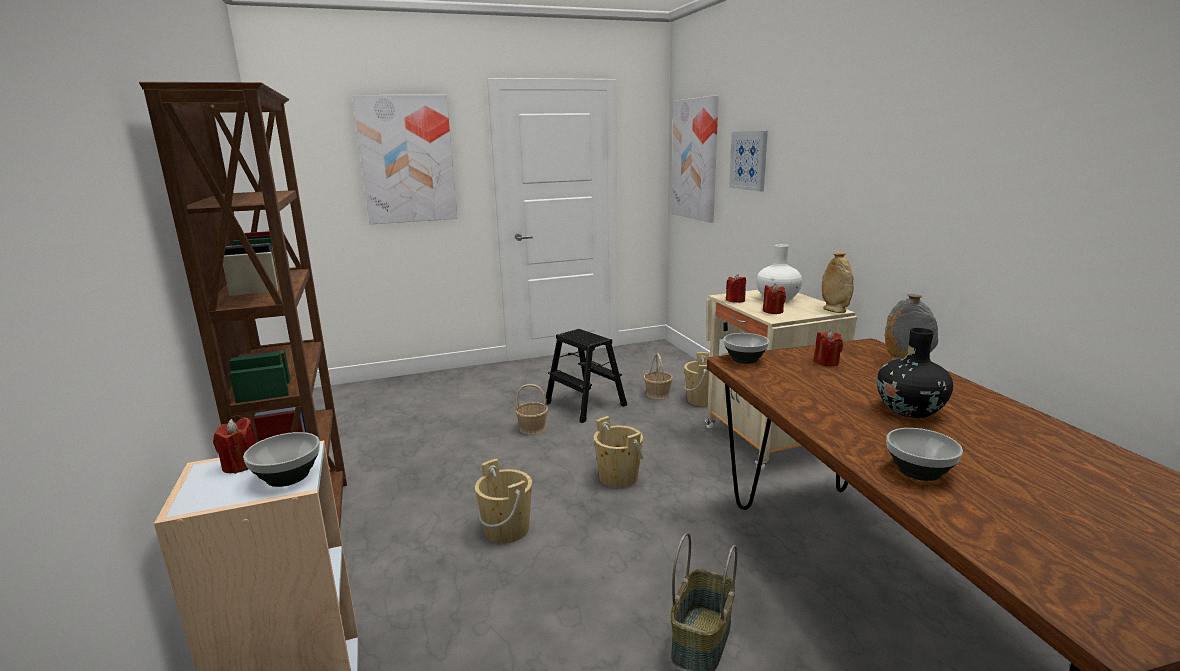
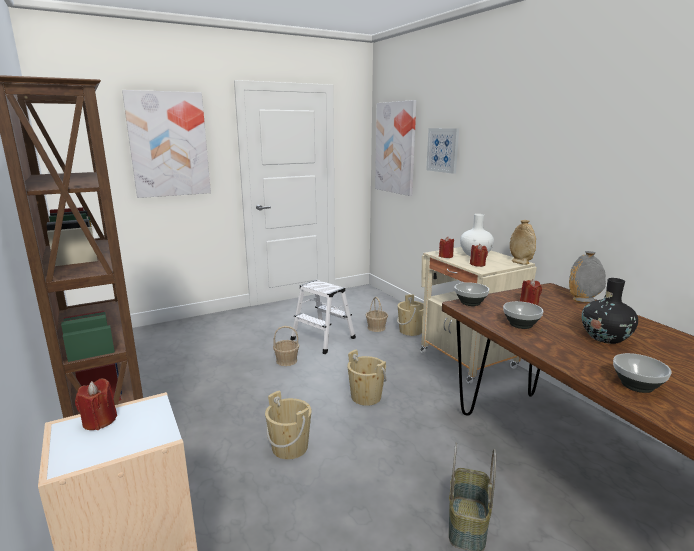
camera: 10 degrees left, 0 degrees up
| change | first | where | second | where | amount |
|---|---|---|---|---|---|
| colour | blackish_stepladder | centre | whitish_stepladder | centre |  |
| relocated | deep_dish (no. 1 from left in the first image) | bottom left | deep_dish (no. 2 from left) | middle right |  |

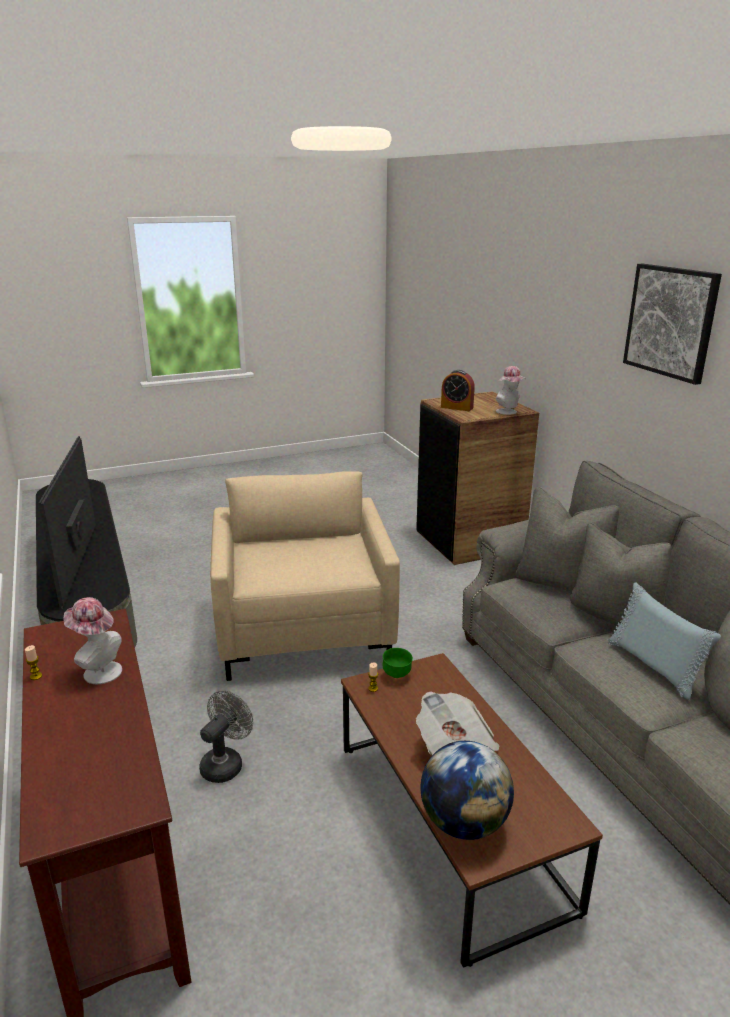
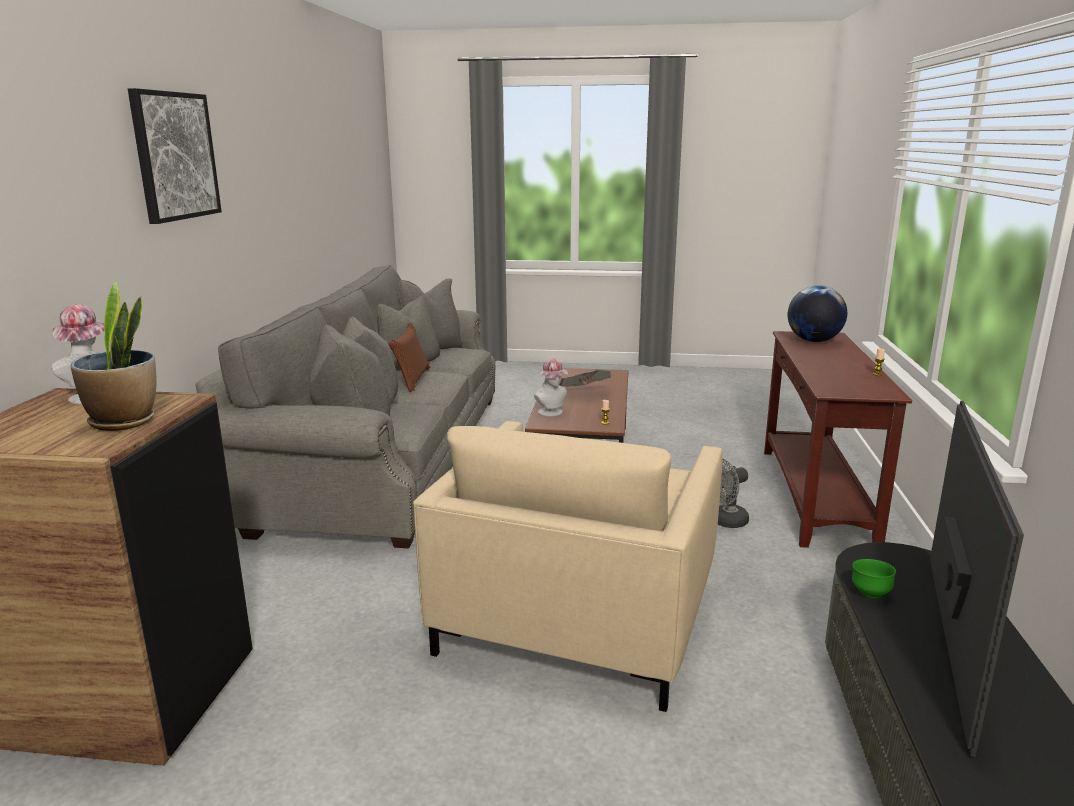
camera: 150 degrees left, 5 degrees down
| change | first | where | second | where | amount |
|---|---|---|---|---|---|
| exchanged | table_clock | centre | potted_plant | middle left |  |
| colour | blue_throw_pillow | middle right | brownish_throw_pillow | centre |  |
| relocated | clothing_hat (no. 1 from left in the first image) | middle left | clothing_hat (no. 2 from left) | centre |  |
| relocated | green-coloured_deep_dish | centre |  | bottom right |  |
| relocated | globe | bottom centre |  | middle right |  |

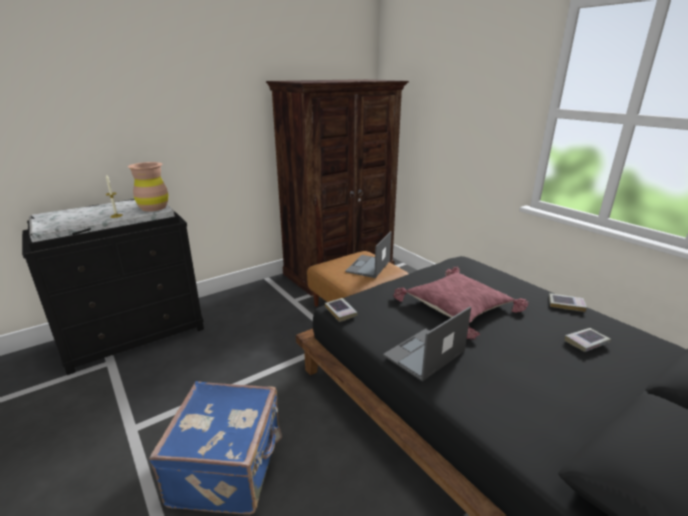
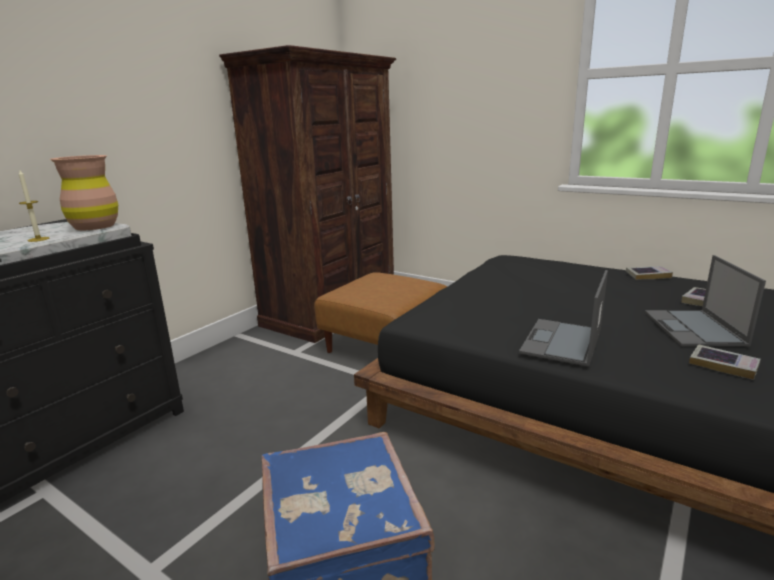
camera: 20 degrees left, 5 degrees down
| change | first | where | second | where | amount |
|---|---|---|---|---|---|
| relocated | laptop (no. 1 from left in the first image) | centre | laptop (no. 2 from left) | middle right |  |
| missing | red-coloured_throw_pillow | middle right |  |  |  |
| relocated | volume (no. 1 from left in the first image) | centre | volume (no. 3 from left) | middle right |  |

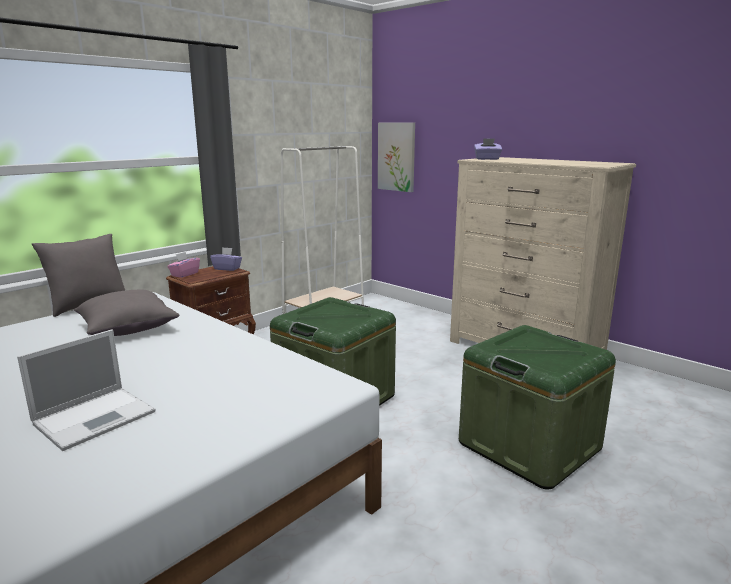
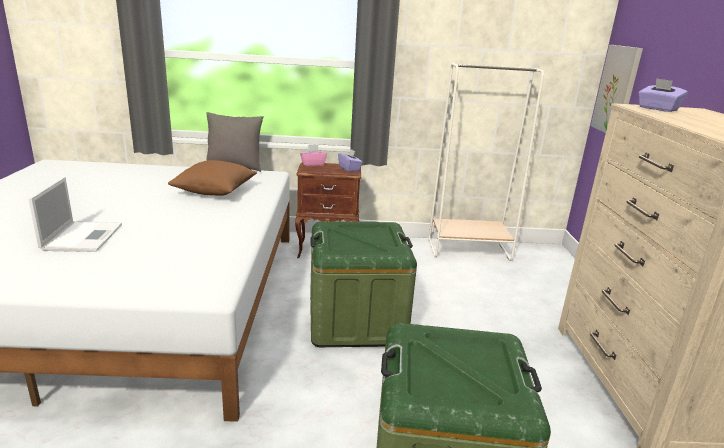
camera: 45 degrees right, 5 degrees up
| change | first | where | second | where | amount |
|---|---|---|---|---|---|
| colour | grey_throw_pillow (no. 2 from left) | middle left | brownish_throw_pillow | middle left |  |
| spun | laptop | bottom left |  | middle left | 90 degrees counterclockwise |

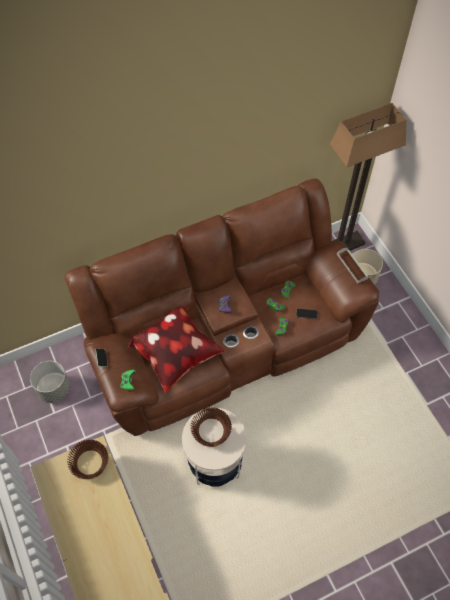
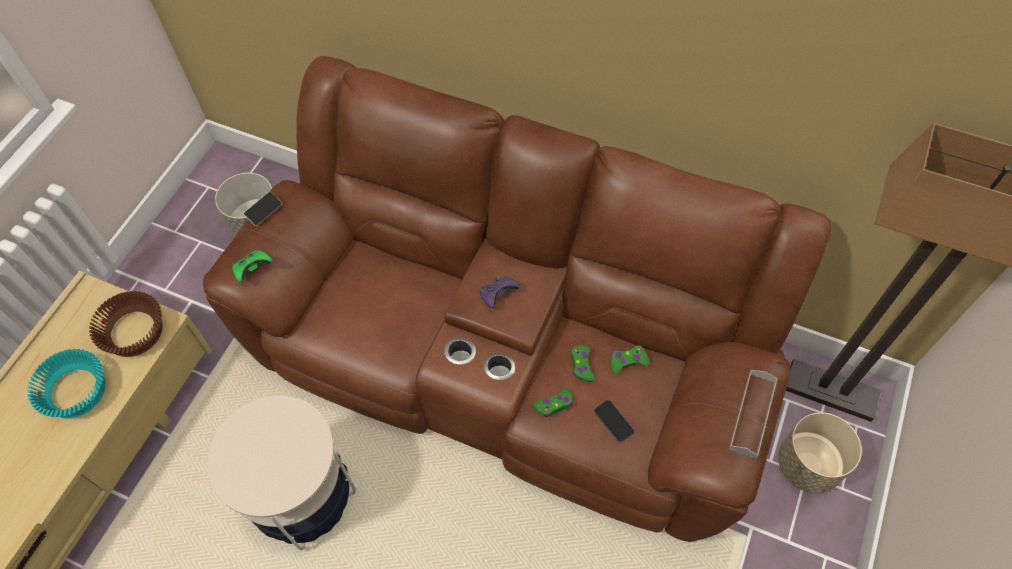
camera: 50 degrees right, 0 degrees up
| change | first | where | second | where | amount |
|---|---|---|---|---|---|
| missing | throw_pillow | centre |  |  |  |
| missing | brownish_deep_dish (no. 2 from left) | bottom centre |  |  |  |
| appeared |  |  | turquoise-coloured_deep_dish | bottom left |  |

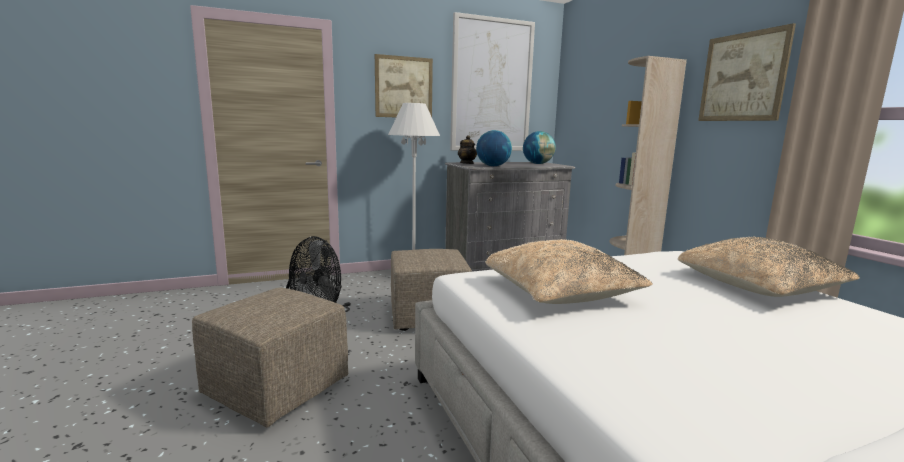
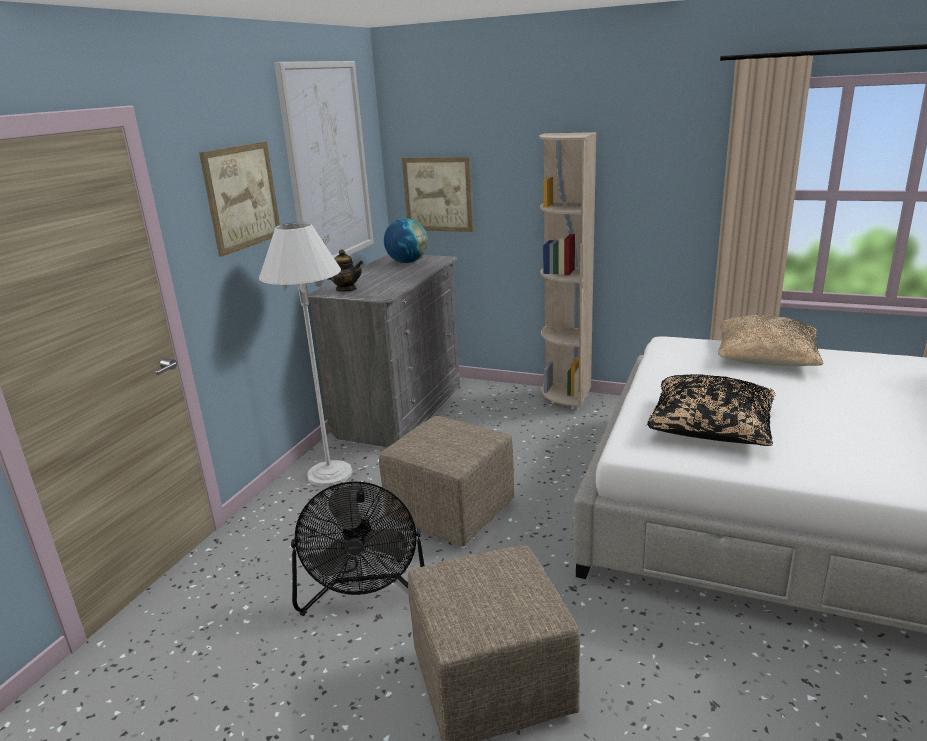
camera: 45 degrees left, 10 degrees up
| change | first | where | second | where | amount |
|---|---|---|---|---|---|
| relocated | wall_picture (no. 3 from left) | top right |  | top centre |  |
| missing | globe (no. 1 from left) | top centre |  |  |  |
| colour | beige_throw_pillow (no. 1 from left) | centre | blackish_throw_pillow | middle right |  |

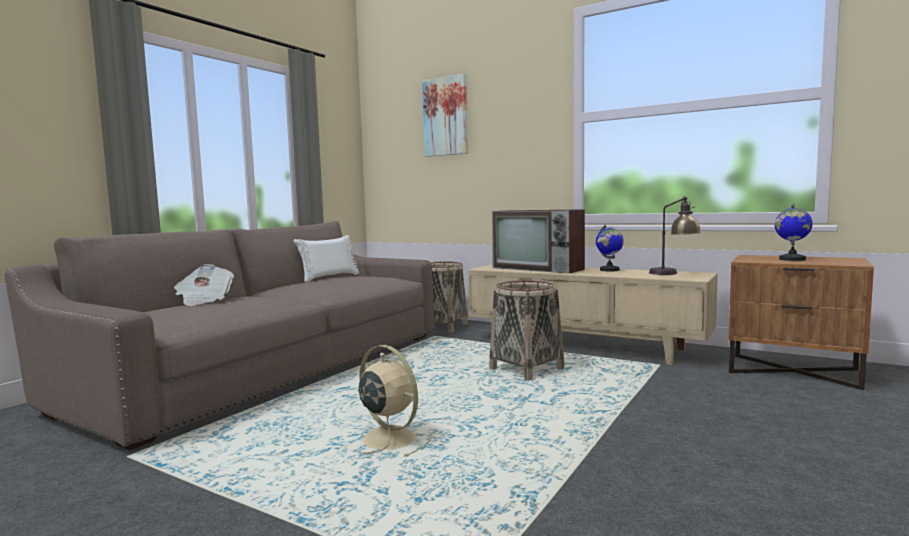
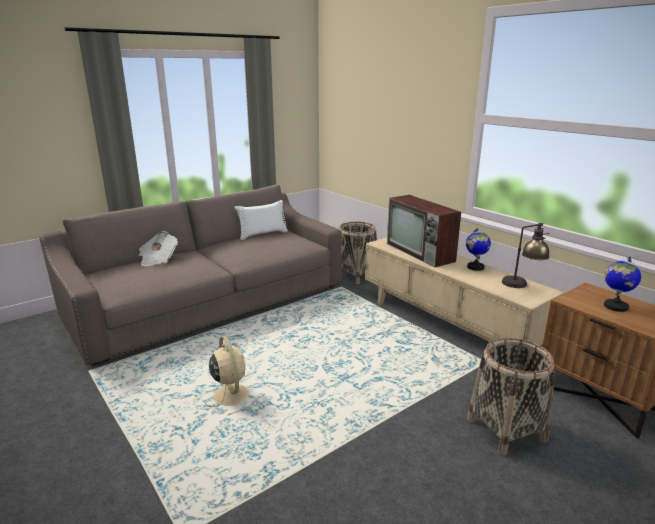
camera: 20 degrees right, 15 degrees up
| change | first | where | second | where | amount |
|---|---|---|---|---|---|
| missing | wall_picture | top centre |  |  |  |
| relocated | household_basket (no. 2 from left) | centre |  | bottom right |  |

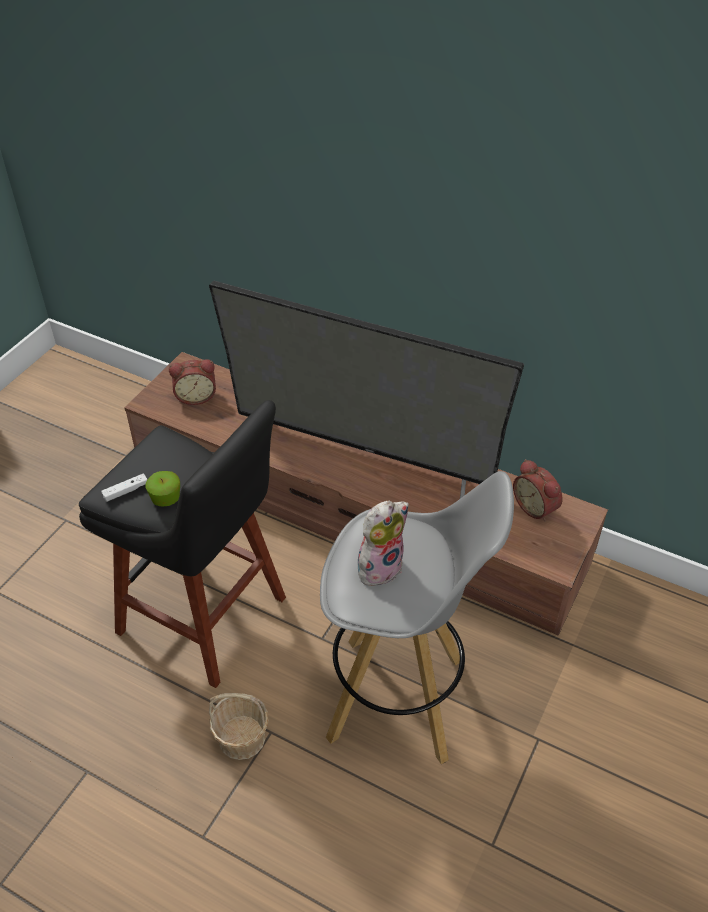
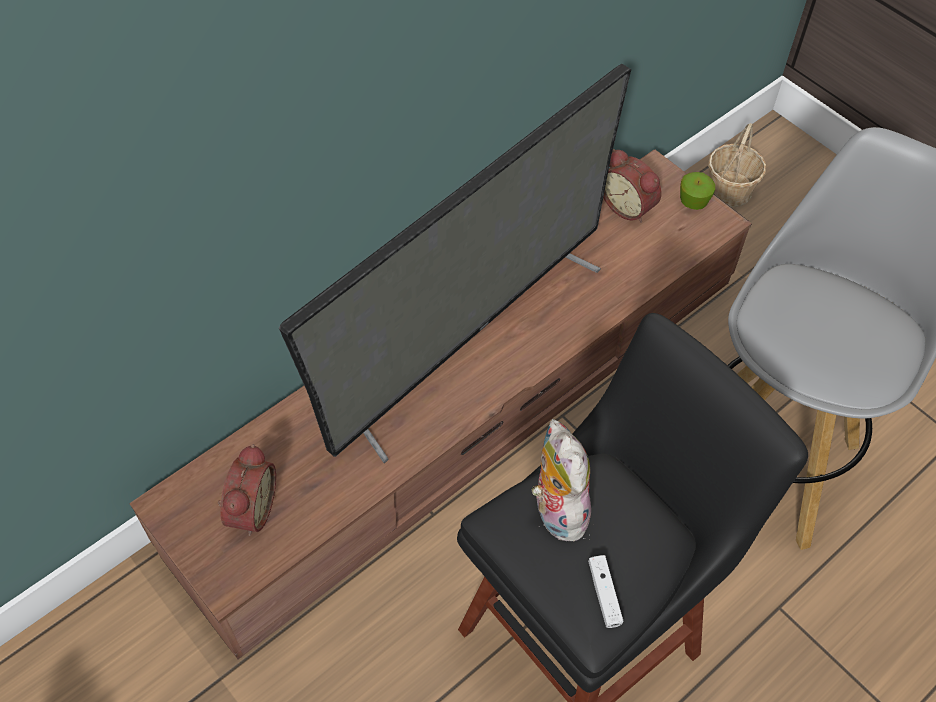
camera: 70 degrees left, 10 degrees up
| change | first | where | second | where | amount |
|---|---|---|---|---|---|
| spun | table_clock (no. 2 from left) | middle right |  | top right | 60 degrees clockwise |
| relocated | apple | middle left |  | top right |  |
| relocated | soft_toy | centre |  | bottom centre |  |
| relocated | household_basket | bottom centre |  | top right |  |

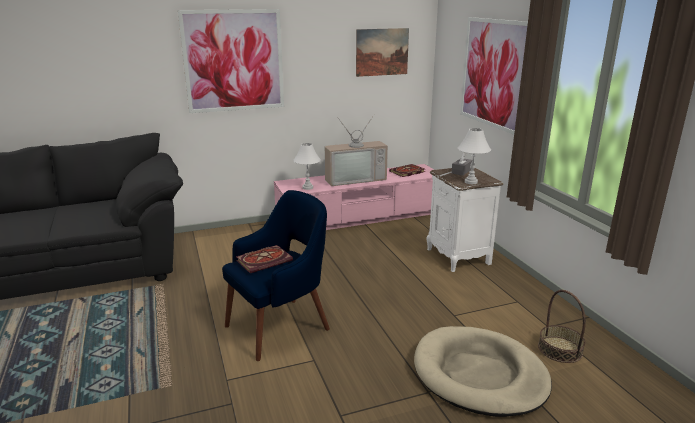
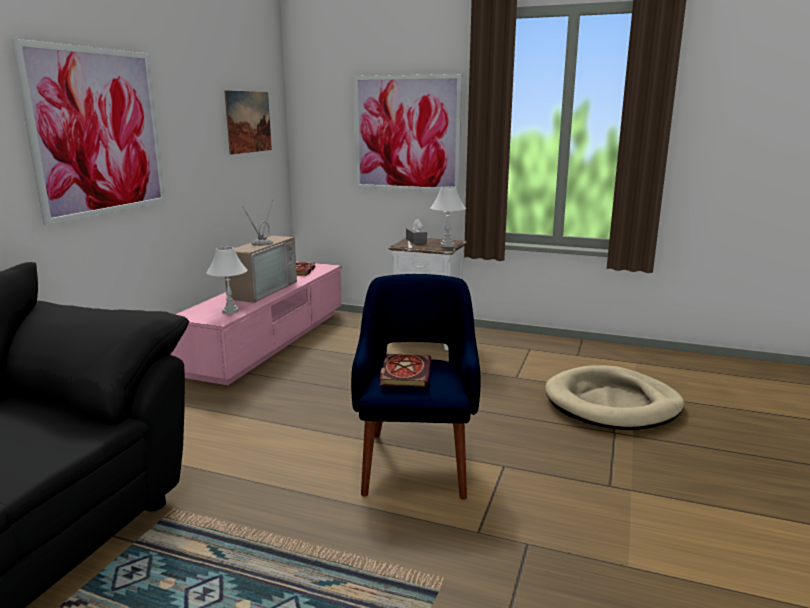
camera: 50 degrees left, 5 degrees down
| change | first | where | second | where | amount |
|---|---|---|---|---|---|
| missing | household_basket | bottom right |  |  |  |

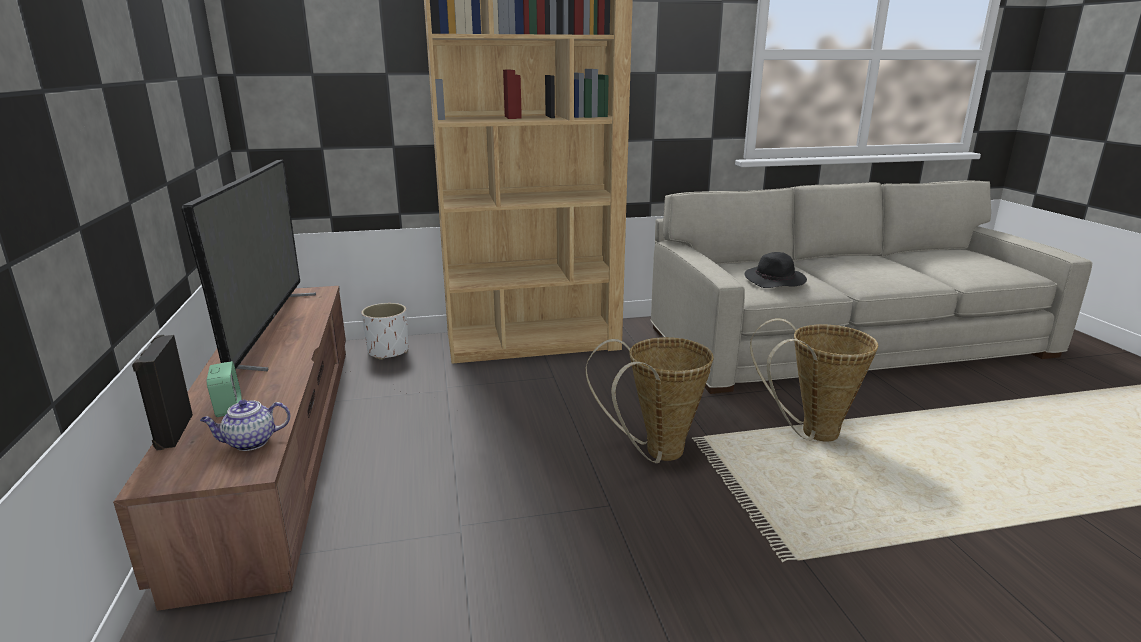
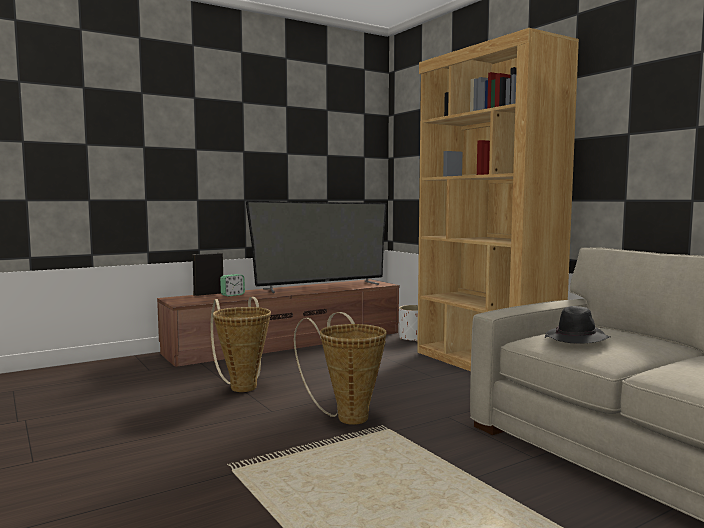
camera: 70 degrees right, 15 degrees down
| change | first | where | second | where | amount |
|---|---|---|---|---|---|
| relocated | household_basket (no. 2 from left in the first image) | middle right | household_basket (no. 1 from left) | centre |  |
| missing | teapot | middle left |  |  |  |

